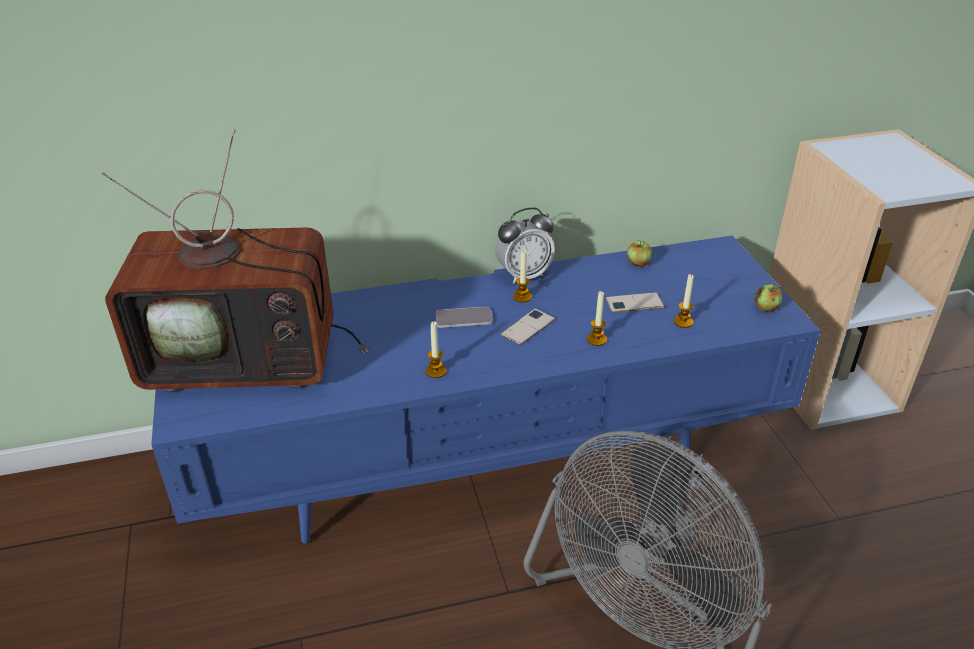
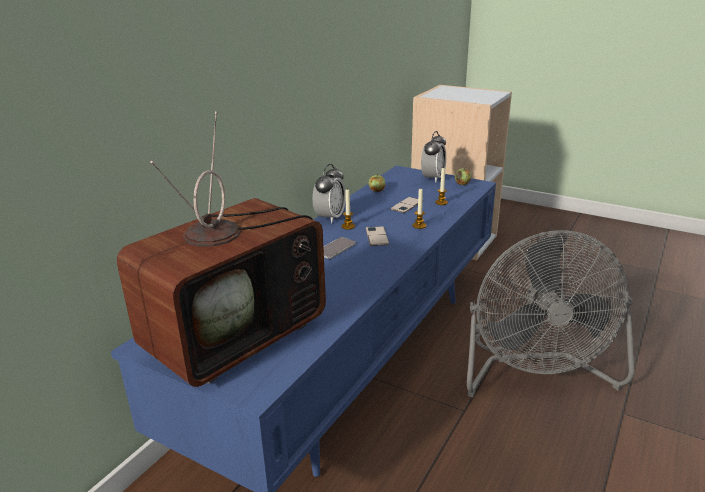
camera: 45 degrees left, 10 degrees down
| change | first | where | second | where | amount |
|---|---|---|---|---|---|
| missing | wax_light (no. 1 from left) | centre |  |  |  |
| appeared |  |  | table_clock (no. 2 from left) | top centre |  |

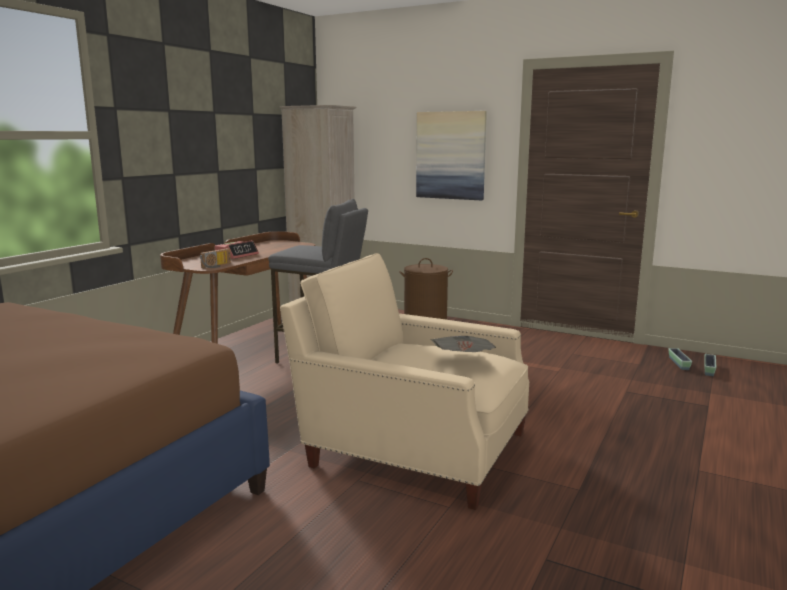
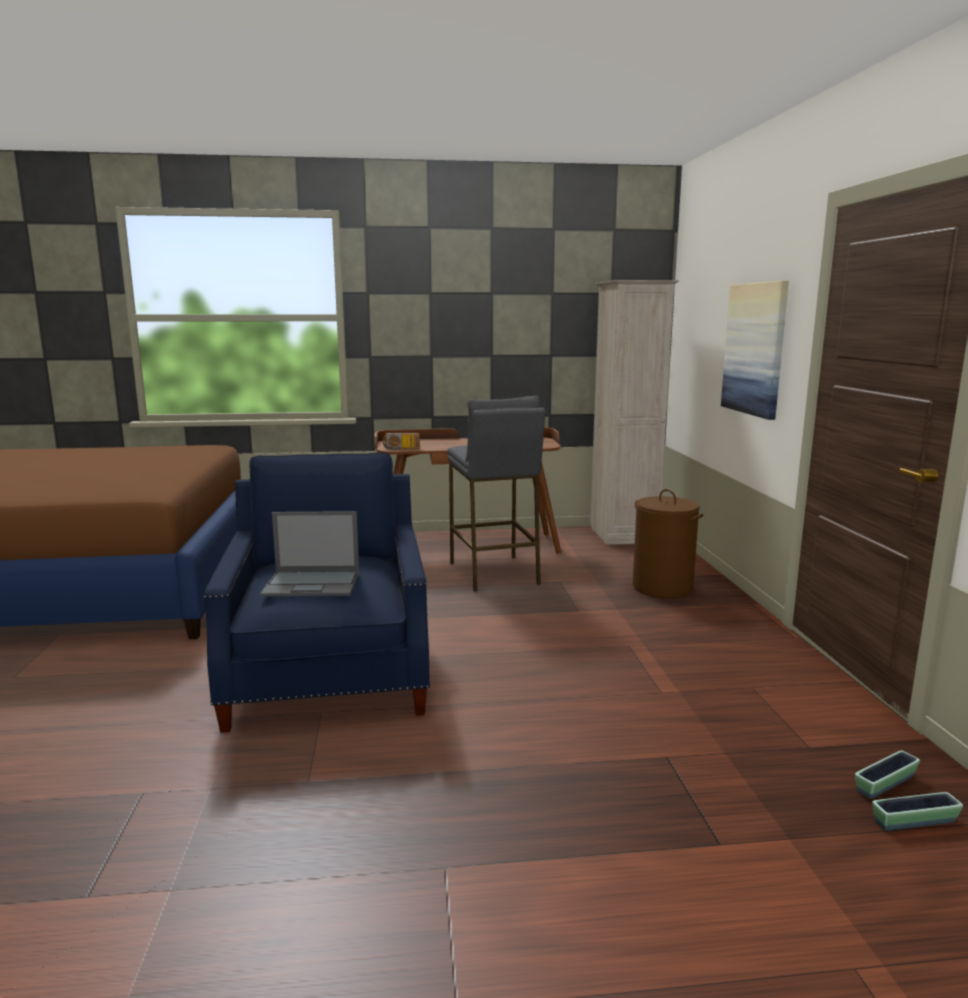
camera: 55 degrees right, 0 degrees up
| change | first | where | second | where | amount |
|---|---|---|---|---|---|
| missing | table_clock | middle left |  |  |  |
| colour | beige_easy_chair | centre | blue_easy_chair | middle left |  |
| exchanged | daily_paper | centre | laptop | middle left |  |

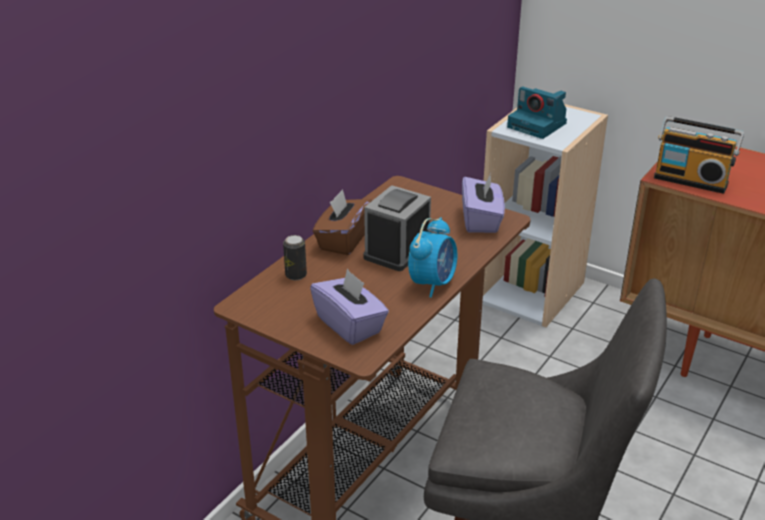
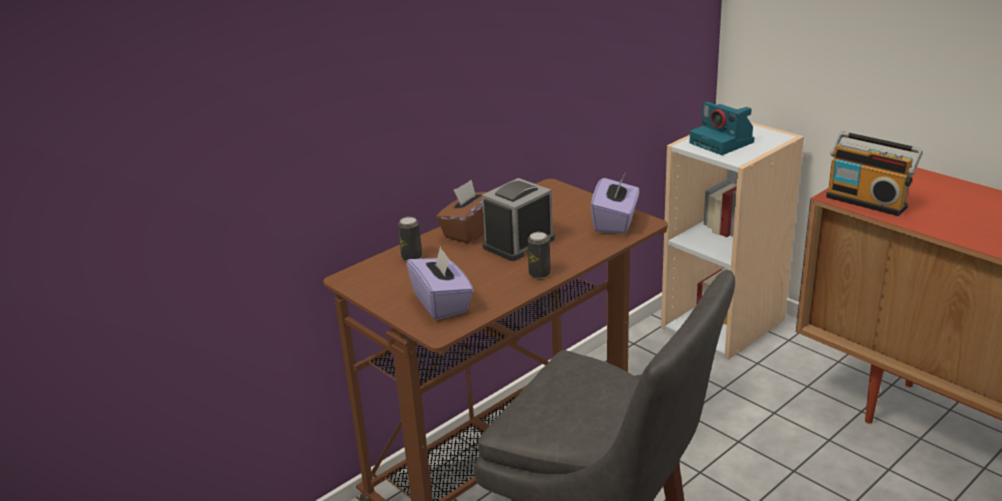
camera: 15 degrees right, 5 degrees down
| change | first | where | second | where | amount |
|---|---|---|---|---|---|
| exchanged | table_clock (no. 2 from left) | centre | can (no. 2 from left) | centre |  |

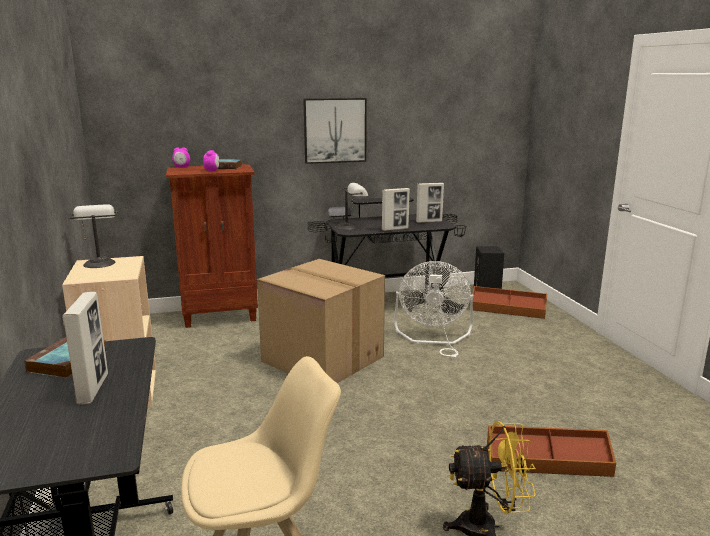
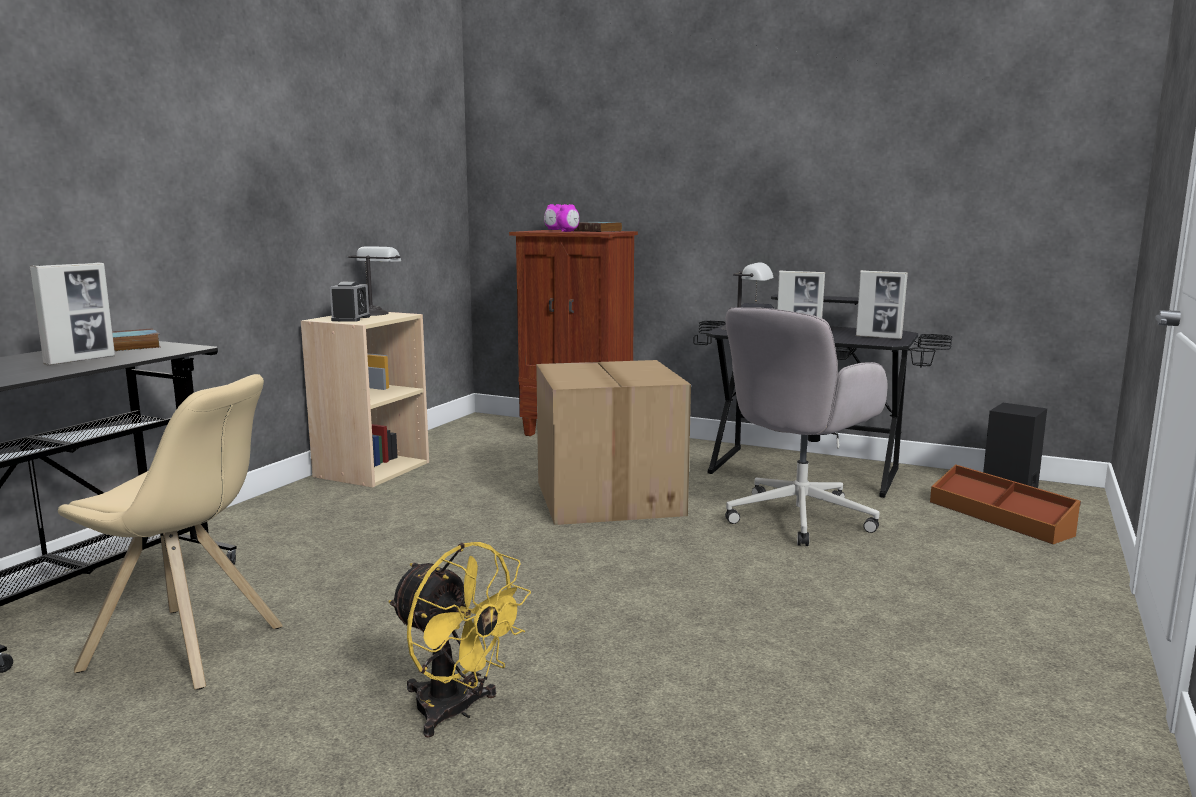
camera: 40 degrees right, 5 degrees down
| change | first | where | second | where | amount |
|---|---|---|---|---|---|
| missing | wall_picture | top centre |  |  |  |
| exchanged | whitish_cooling_fan | centre | grey_office_chair | middle right |  |
| missing | brownish_storage_bin (no. 2 from left) | bottom right |  |  |  |
| appeared |  |  | table_clock (no. 1 from left) | middle left |  |

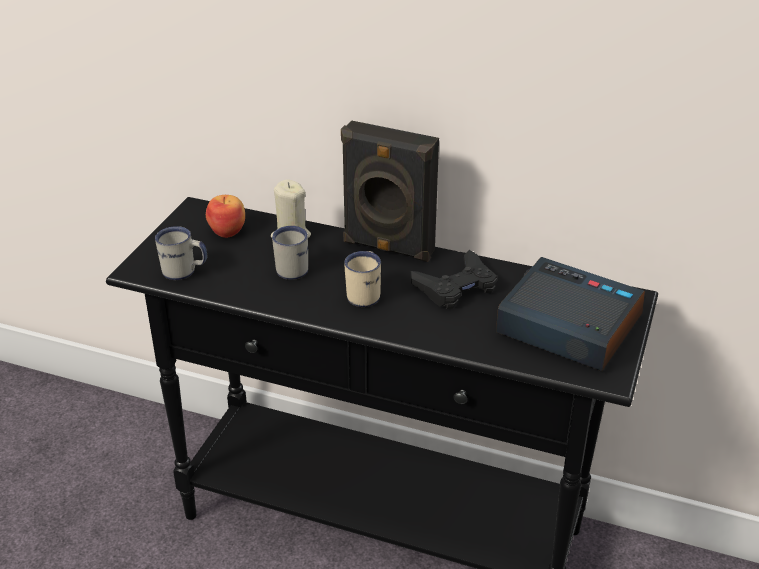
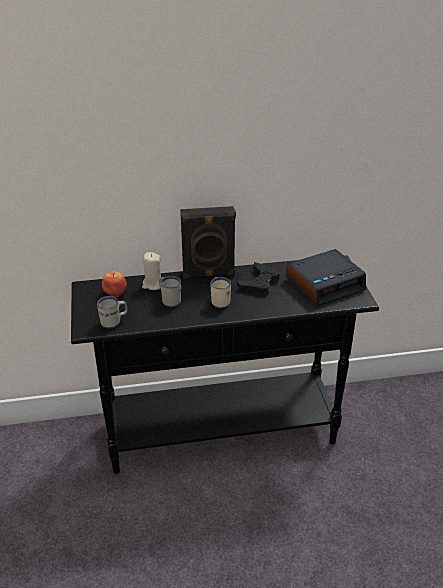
camera: 30 degrees left, 0 degrees up
| change | first | where | second | where | amount |
|---|---|---|---|---|---|
| spun | table_clock | middle right |  | middle right | 150 degrees clockwise |

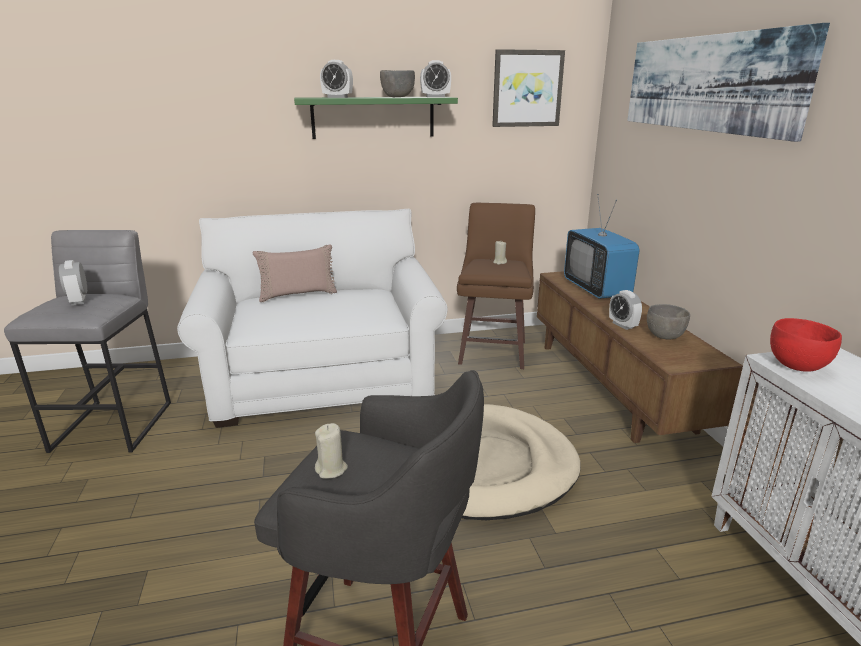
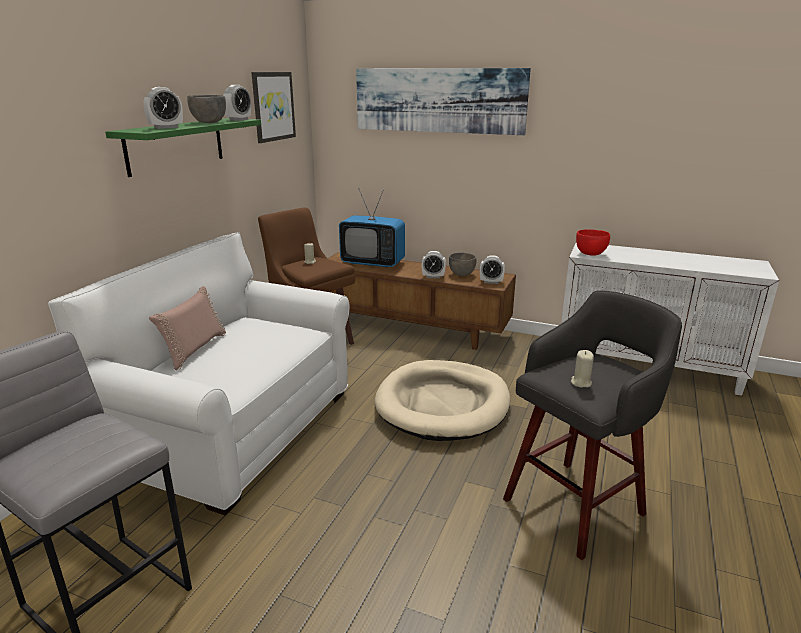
camera: 55 degrees left, 0 degrees up
| change | first | where | second | where | amount |
|---|---|---|---|---|---|
| relocated | table_clock (no. 1 from left in the first image) | middle left | table_clock (no. 4 from left) | centre |  |

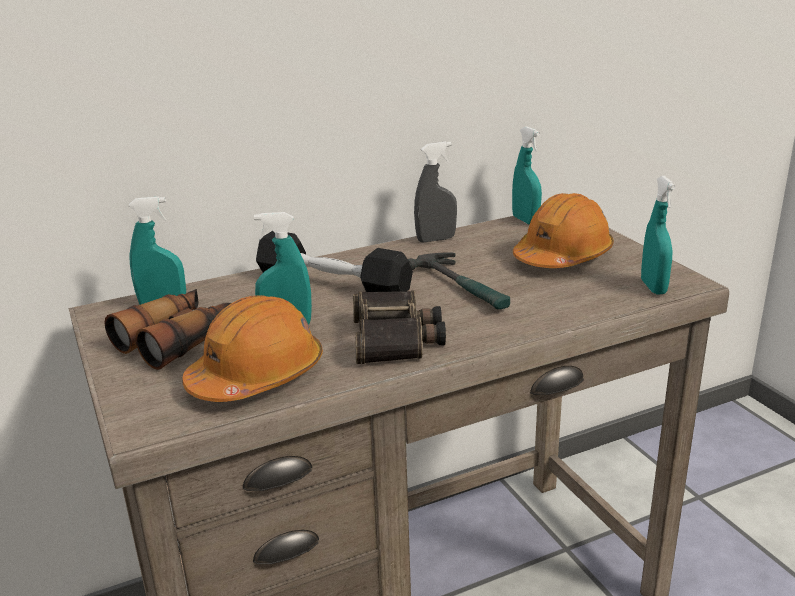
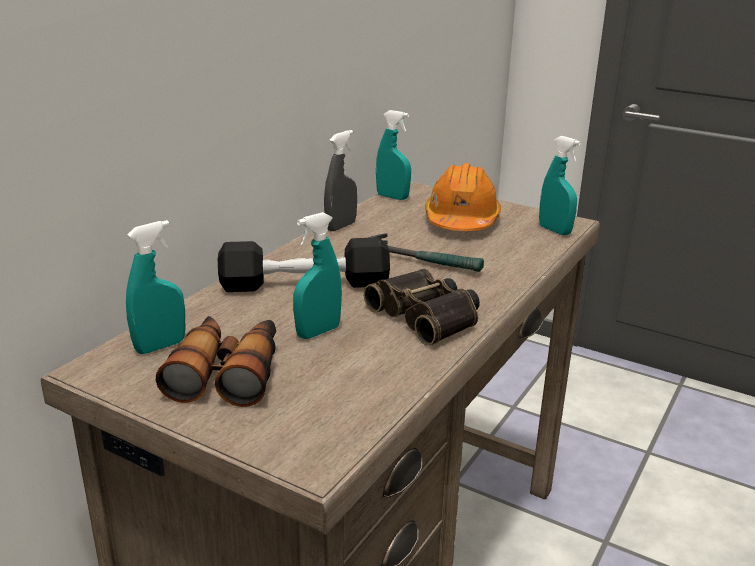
camera: 35 degrees left, 0 degrees up
| change | first | where | second | where | amount |
|---|---|---|---|---|---|
| missing | orange_work_helmet (no. 1 from left) | middle left |  |  |  |

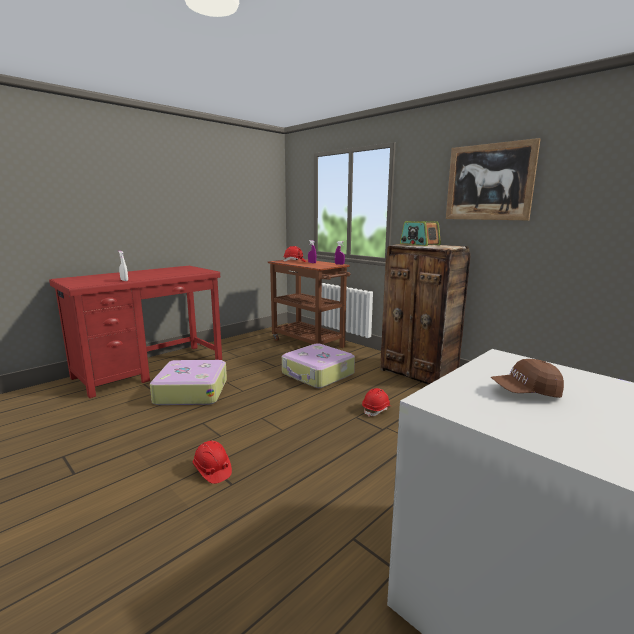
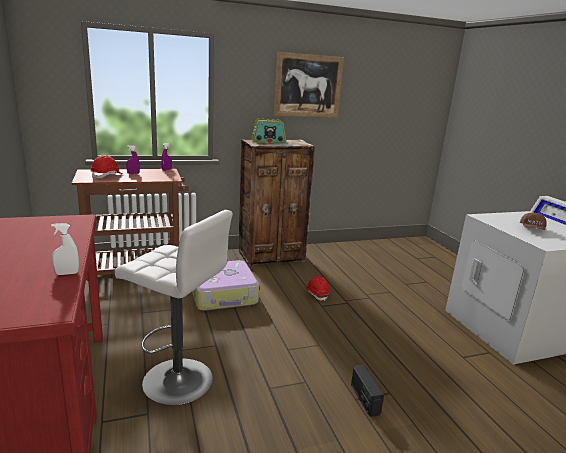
camera: 65 degrees left, 5 degrees up
| change | first | where | second | where | amount |
|---|---|---|---|---|---|
| exchanged | piece_of_luggage (no. 1 from left) | middle left | whitish_sitting_stool | bottom left |  |
| exchanged | red-coloured_work_helmet (no. 1 from left) | bottom centre | radio_set (no. 2 from left) | bottom centre |  |

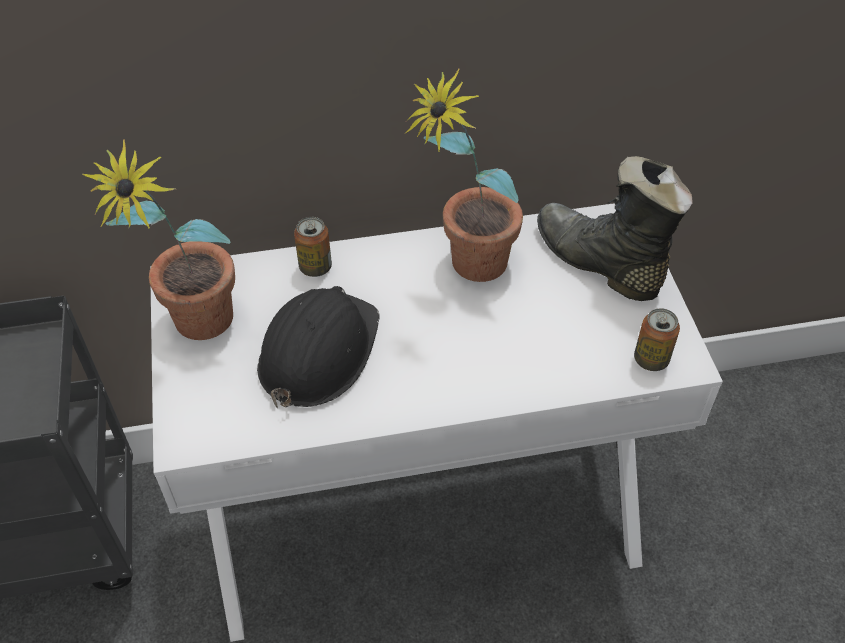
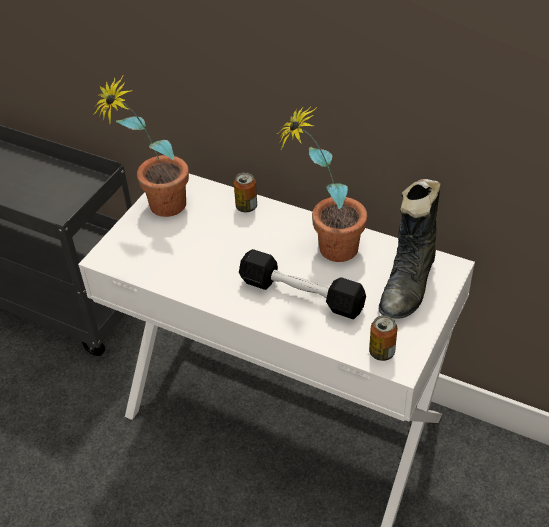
camera: 40 degrees right, 5 degrees down
| change | first | where | second | where | amount |
|---|---|---|---|---|---|
| spun | blackish_high-top_boot | middle right |  | middle right | 150 degrees counterclockwise |
| missing | blackish_work_helmet | centre |  |  |  |
| appeared |  |  | blackish_free_weight | centre |  |

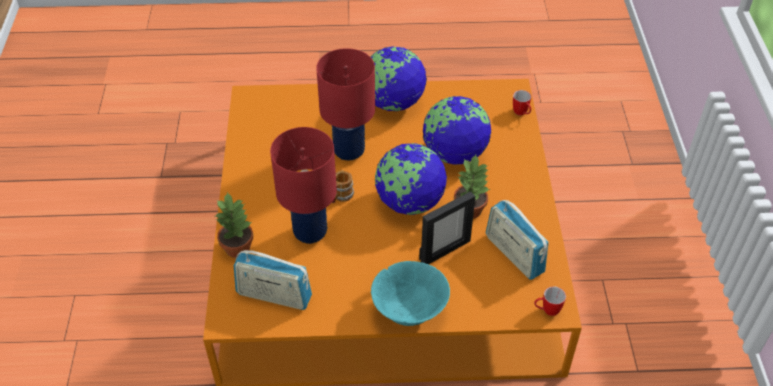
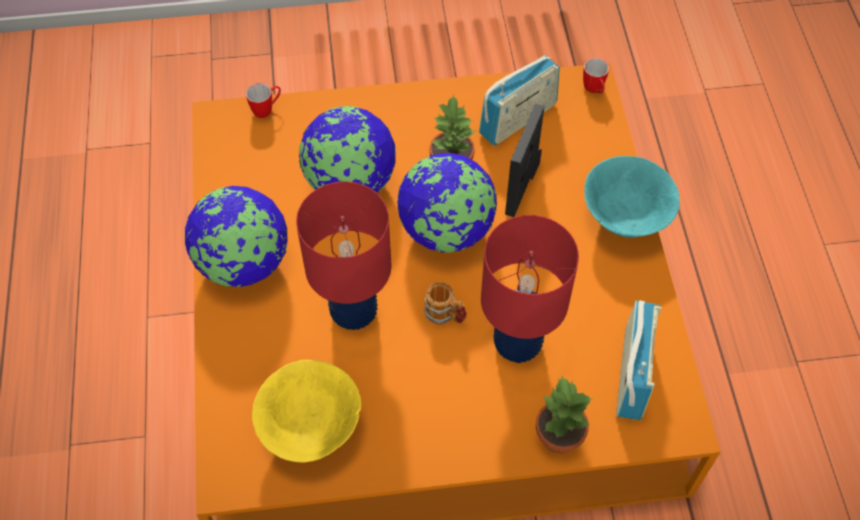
camera: 95 degrees left, 10 degrees up
| change | first | where | second | where | amount |
|---|---|---|---|---|---|
| spun | picture_frame | centre |  | top centre | 120 degrees counterclockwise |
| appeared |  |  | yellowish_deep_dish | bottom centre |  |

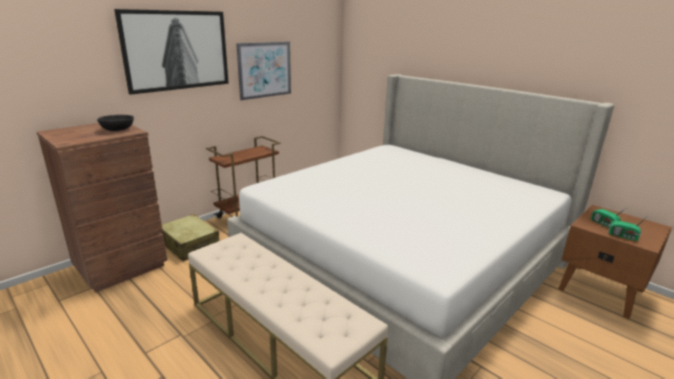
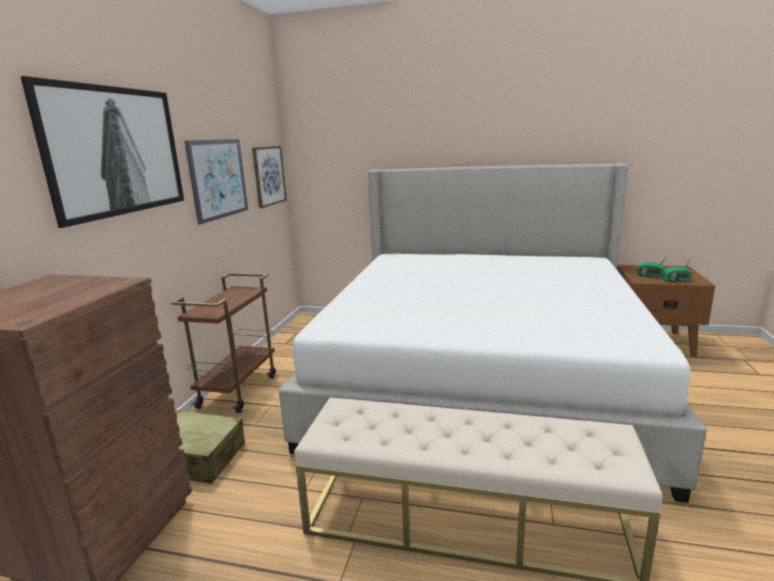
camera: 30 degrees left, 5 degrees down
| change | first | where | second | where | amount |
|---|---|---|---|---|---|
| missing | blackish_deep_dish | top left |  |  |  |
| appeared |  |  | wall_picture (no. 3 from left) | top centre |  |

